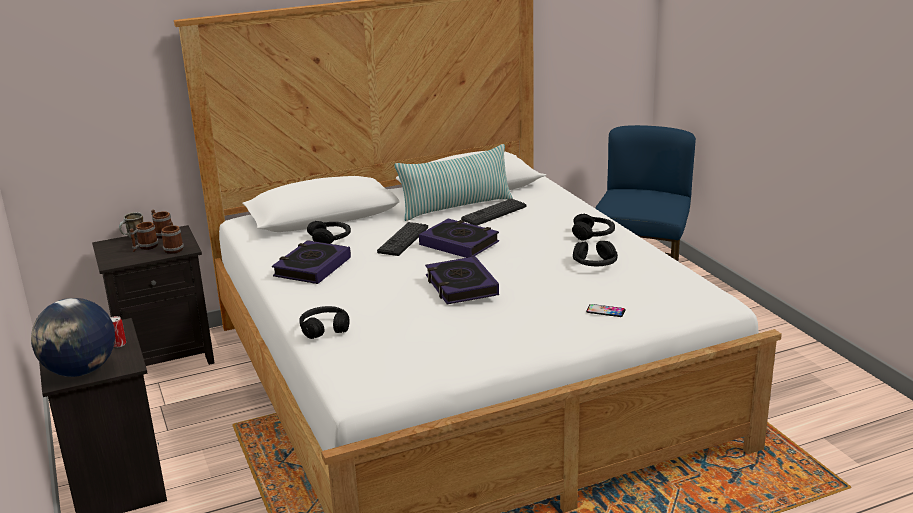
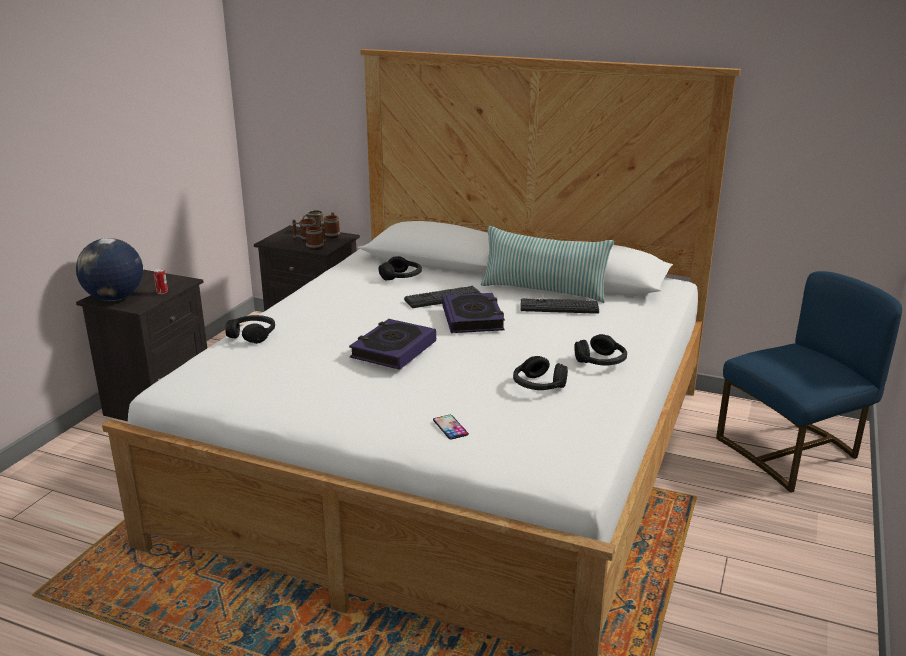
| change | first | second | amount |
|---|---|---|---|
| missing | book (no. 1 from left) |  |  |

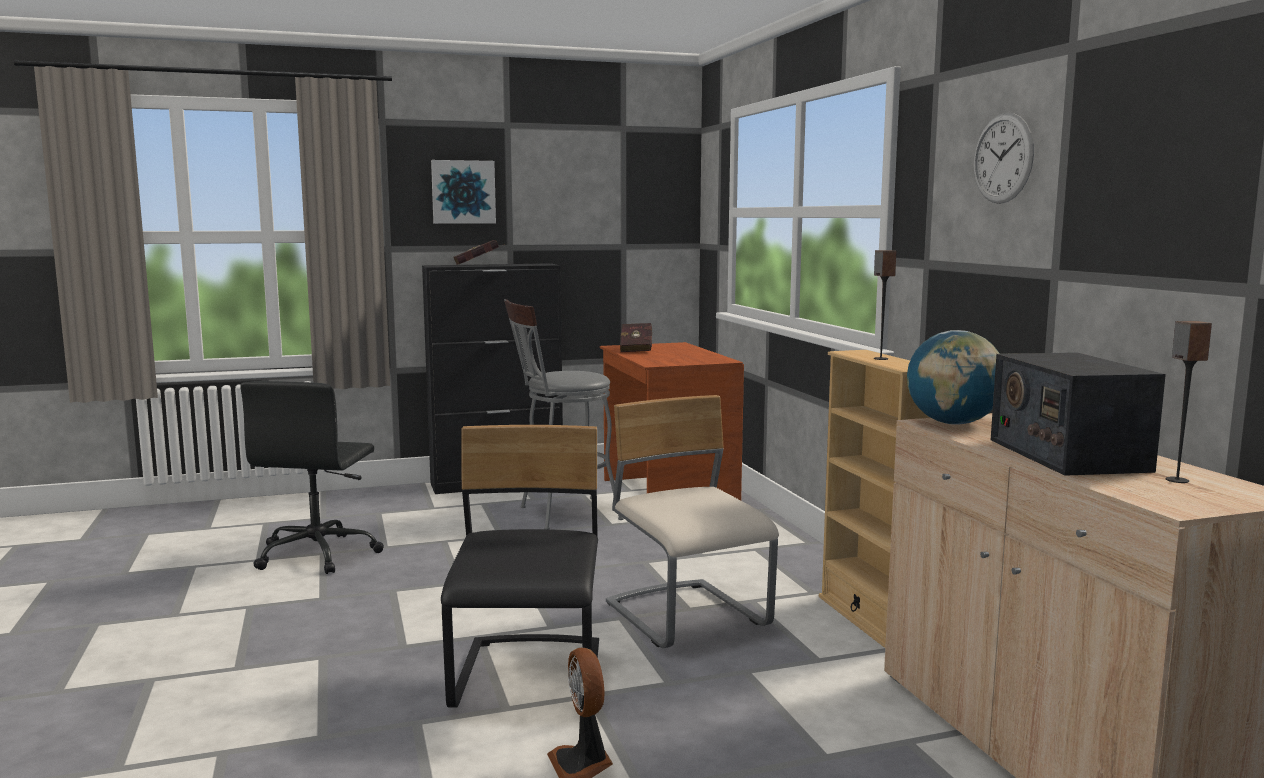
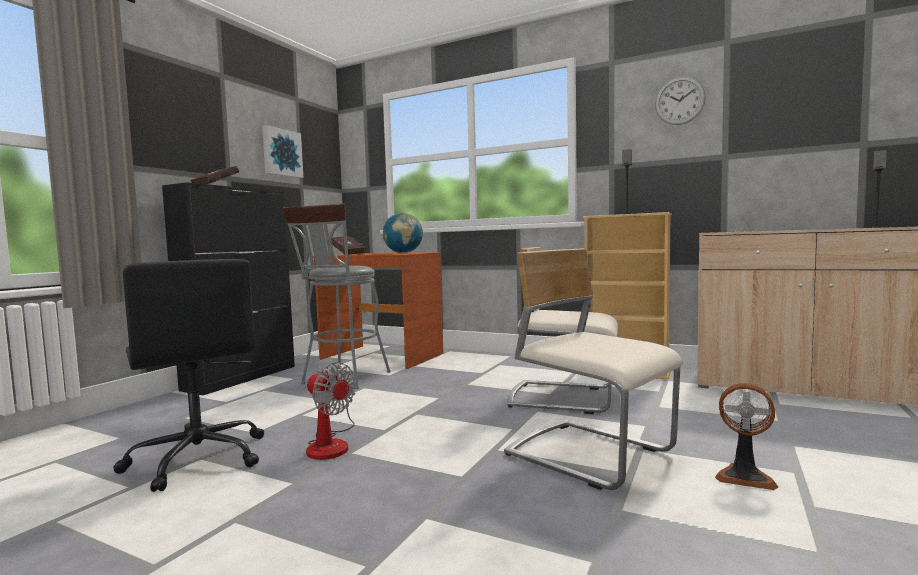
| change | first | second | amount |
|---|---|---|---|
| relocated | picture |  |  |
| relocated | globe |  |  |
| missing | radio |  |  |
| colour | black chair | beige chair (no. 2 from left) |  |
| appeared |  | fan (no. 1 from left) |  |

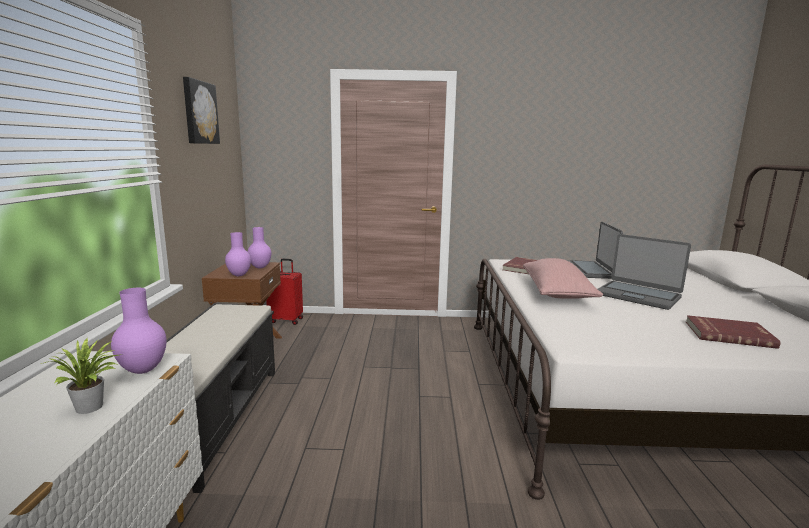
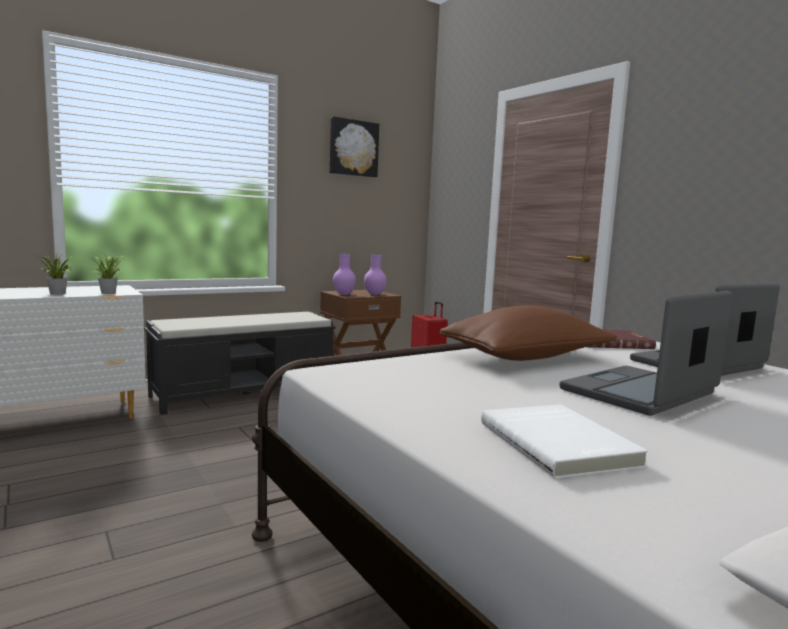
| change | first | second | amount |
|---|---|---|---|
| spun | laptop (no. 2 from left in the first image) | laptop (no. 1 from left) | 45 degrees clockwise |
| colour | pink pillow | brown pillow |  |
| exchanged | purple vase (no. 1 from left) | potted plant (no. 2 from left) |  |
| colour | red book (no. 2 from left) | white book |  |

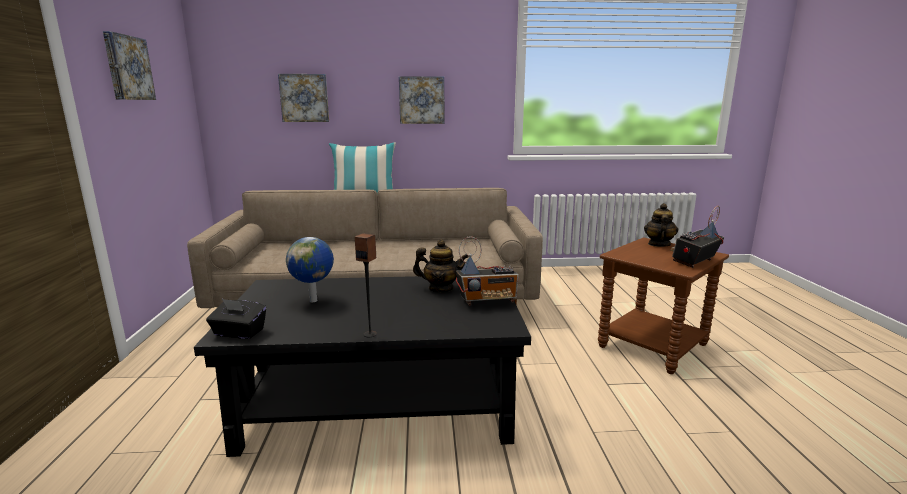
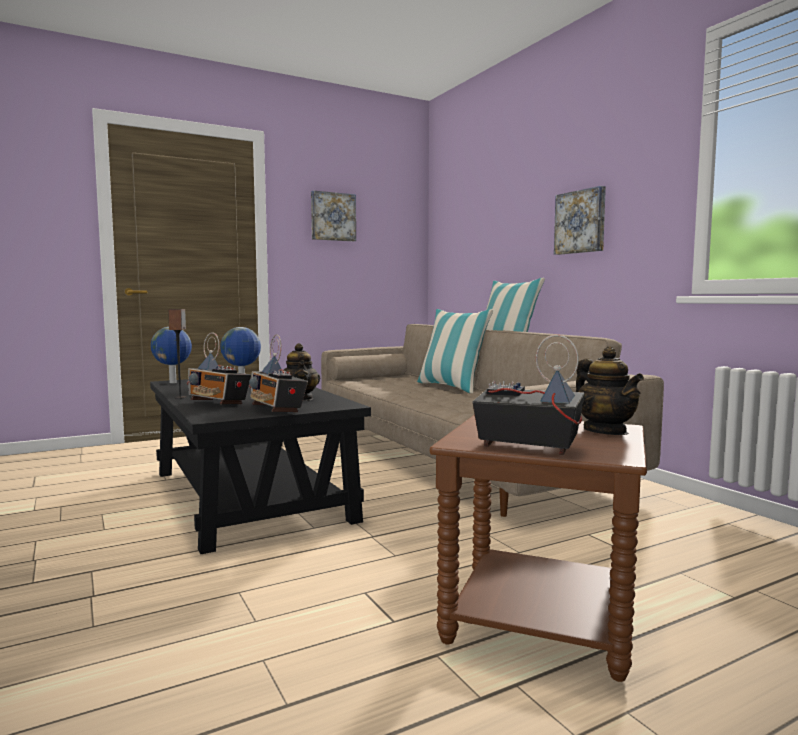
| change | first | second | amount |
|---|---|---|---|
| missing | picture (no. 2 from left) |  |  |
| spun | teapot (no. 2 from left) |  | 75 degrees clockwise |
| exchanged | black tissue box | globe (no. 1 from left) |  |
| appeared |  | pillow (no. 1 from left) |  |
| appeared |  | radio (no. 1 from left) |  |

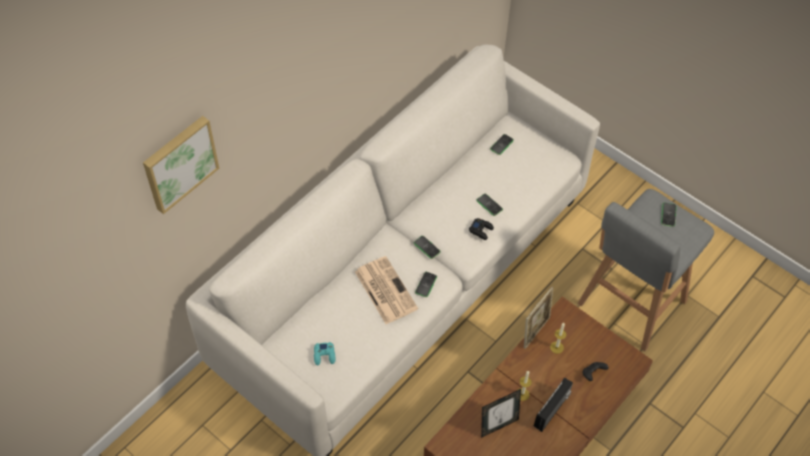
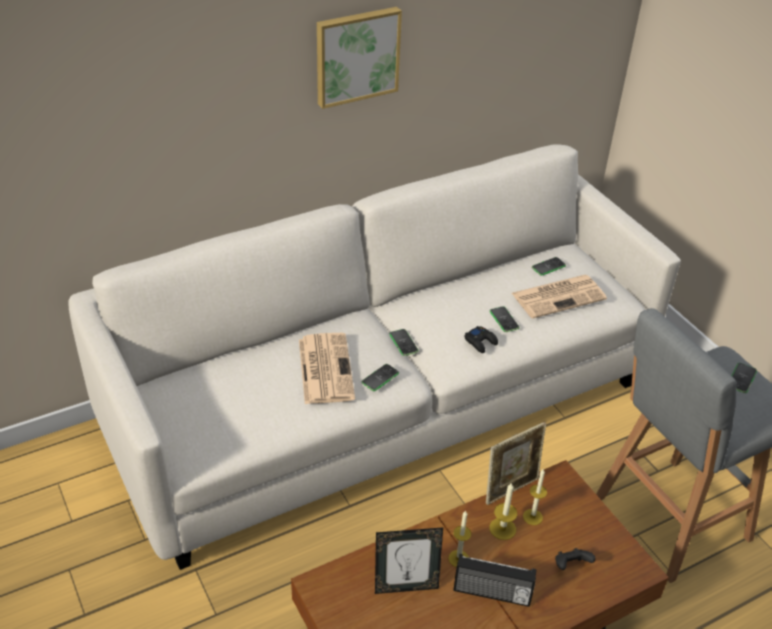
| change | first | second | amount |
|---|---|---|---|
| relocated | picture |  |  |
| missing | turquoise game controller |  |  |
| spun | radio |  | 45 degrees clockwise |
| appeared |  | newspaper (no. 2 from left) |  |
| appeared |  | candle (no. 2 from left) |  |

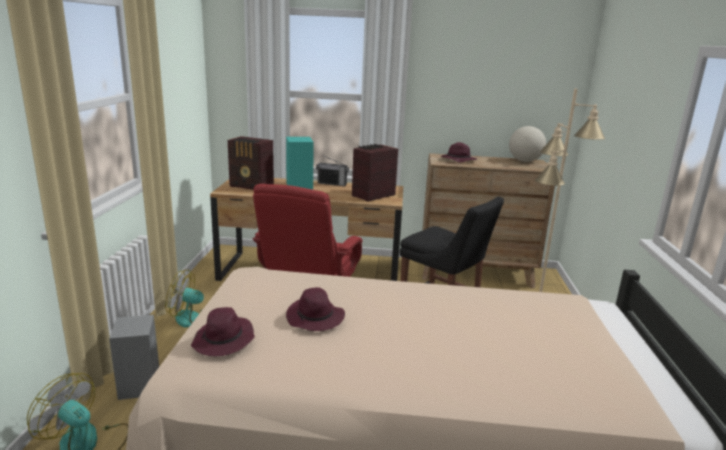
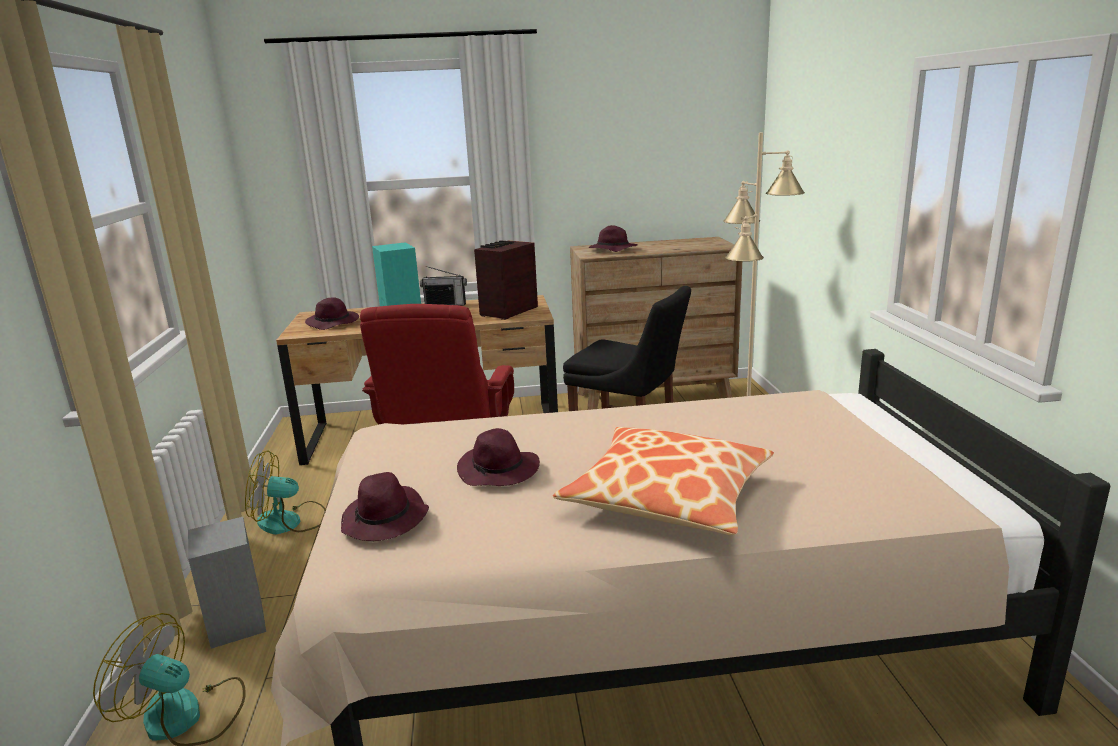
| change | first | second | amount |
|---|---|---|---|
| missing | globe |  |  |
| exchanged | radio (no. 1 from left) | purple hat (no. 1 from left) |  |
| appeared |  | pillow |  |

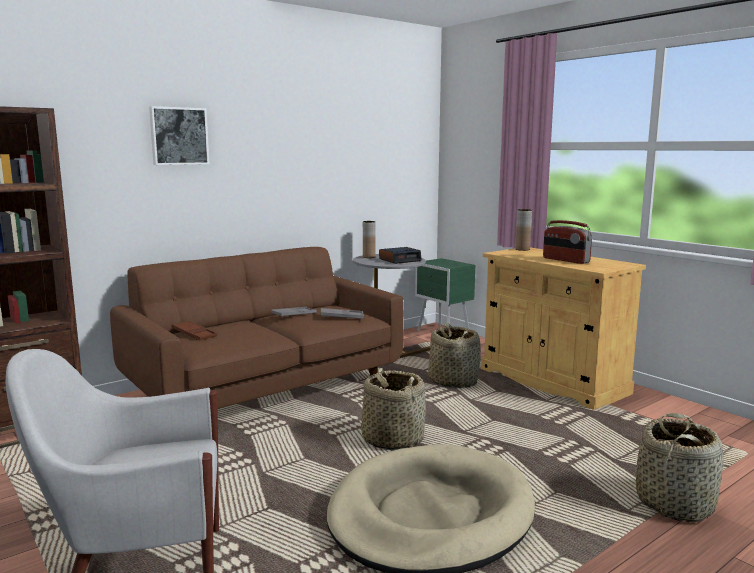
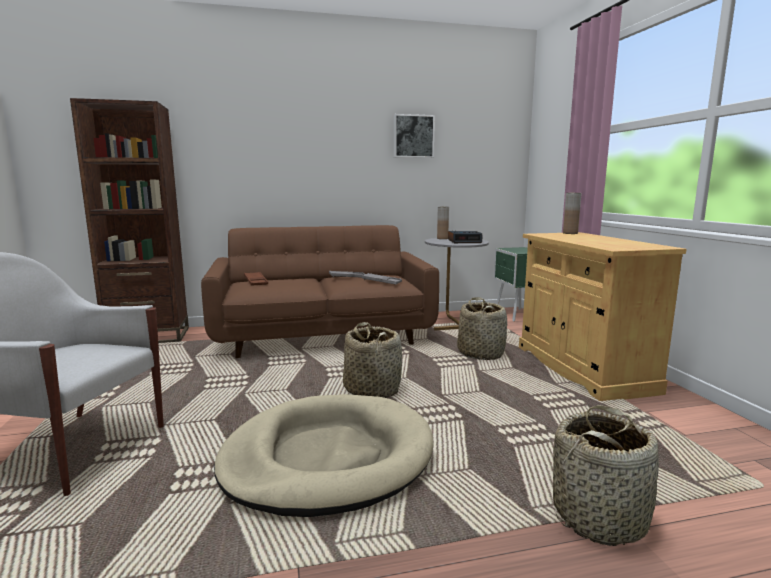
| change | first | second | amount |
|---|---|---|---|
| relocated | picture |  |  |
| missing | radio |  |  |

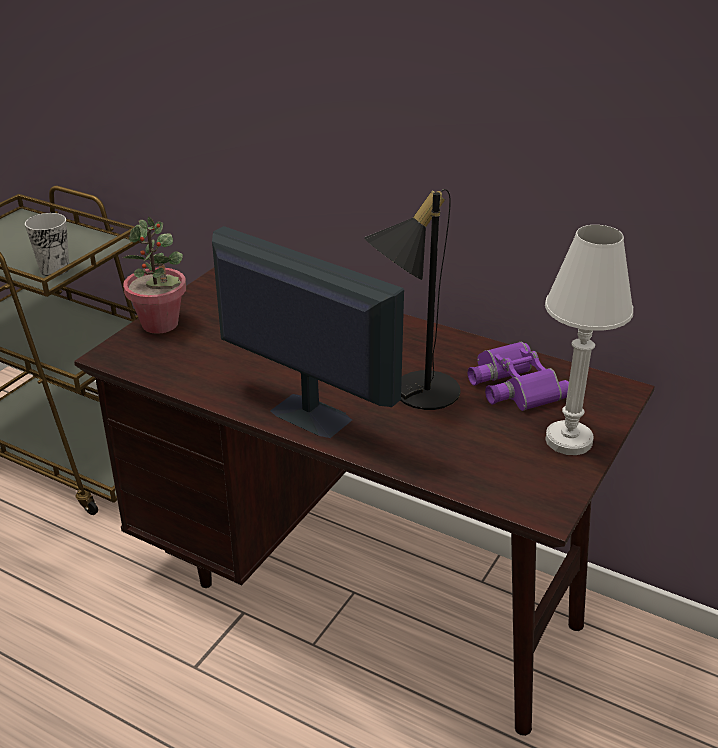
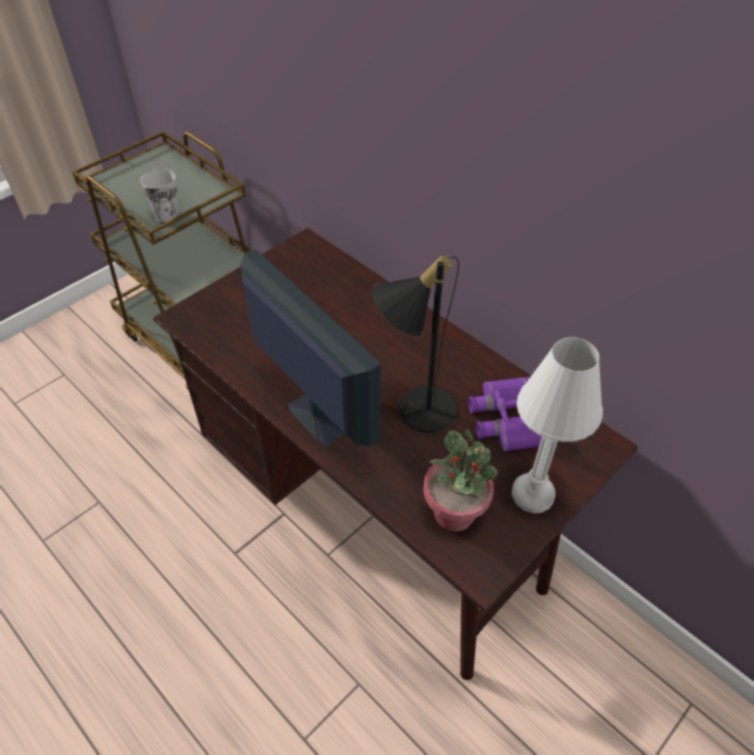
| change | first | second | amount |
|---|---|---|---|
| relocated | potted plant |  |  |

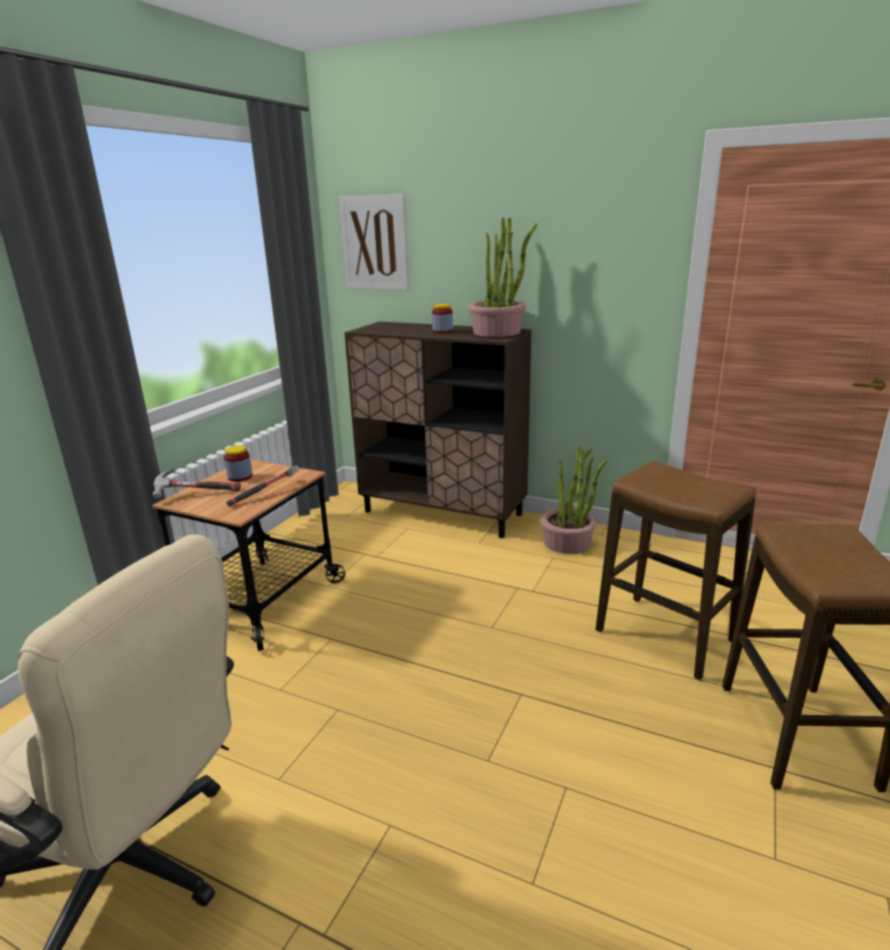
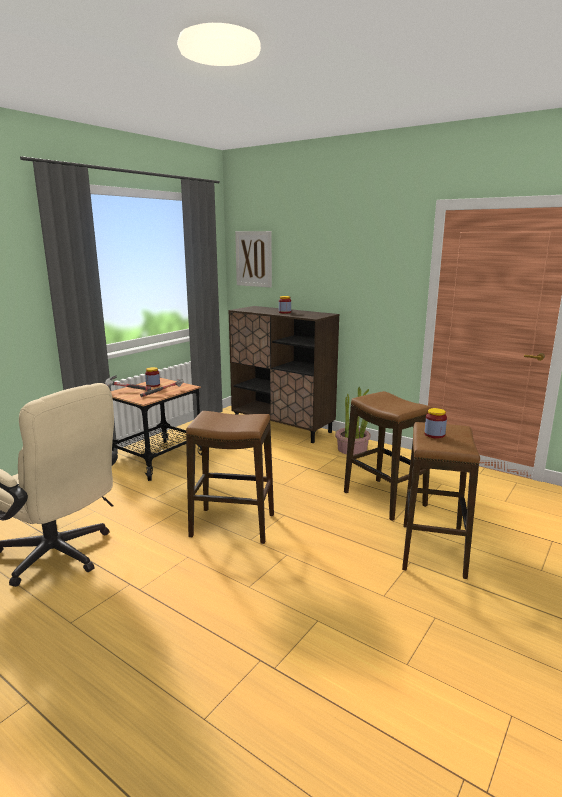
| change | first | second | amount |
|---|---|---|---|
| missing | potted plant (no. 1 from left) |  |  |
| appeared |  | jar (no. 3 from left) |  |
| appeared |  | stool (no. 1 from left) |  |

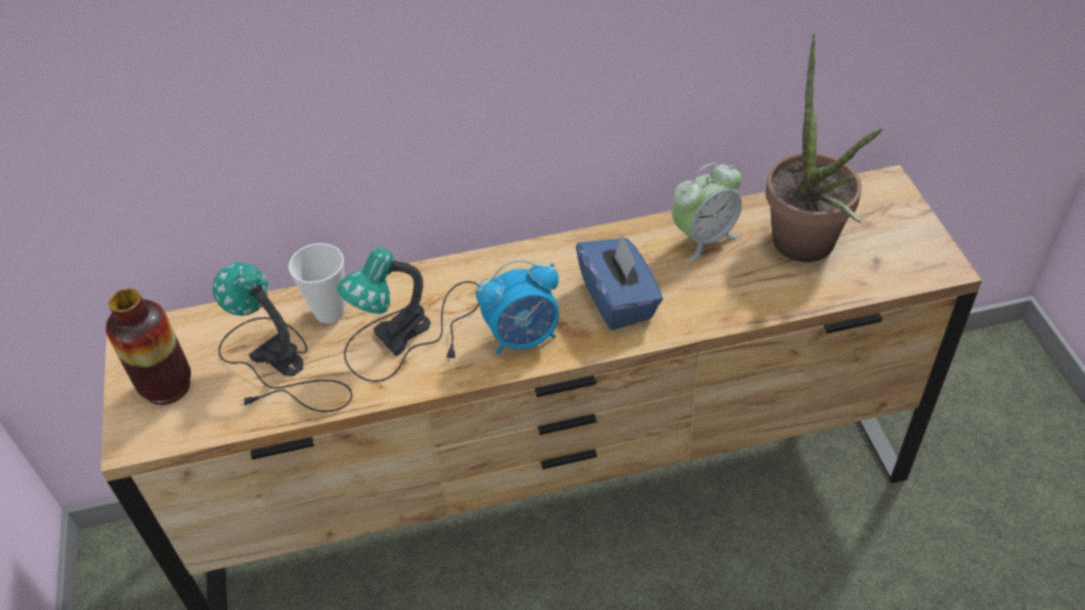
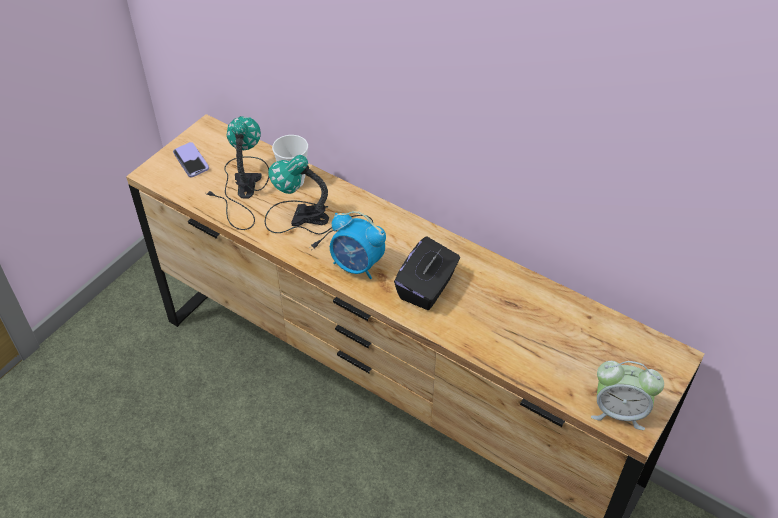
| change | first | second | amount |
|---|---|---|---|
| missing | potted plant |  |  |
| relocated | alarm clock (no. 2 from left) |  |  |
| colour | blue tissue box | black tissue box |  |
| exchanged | vase | phone |  |

